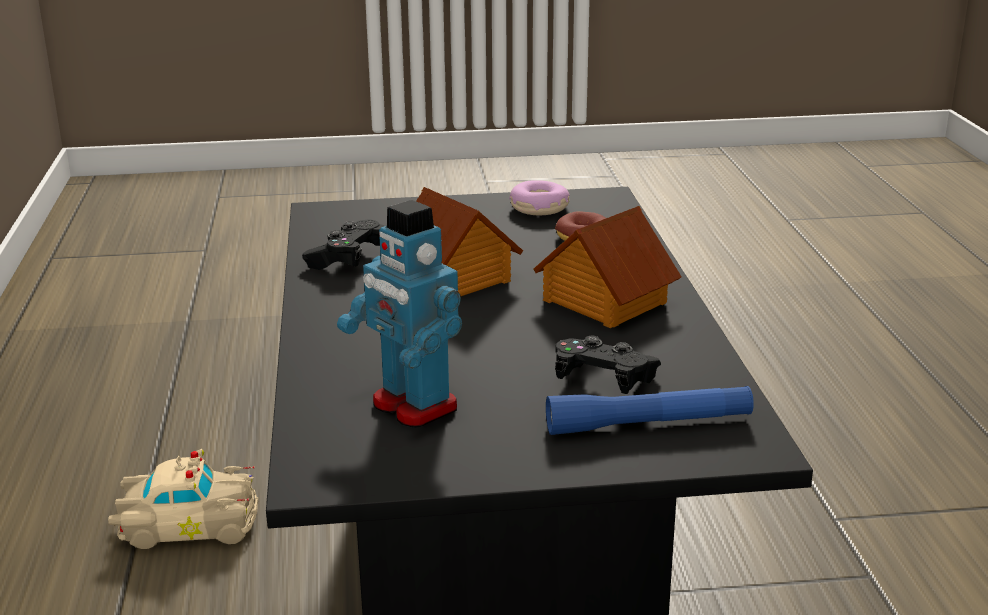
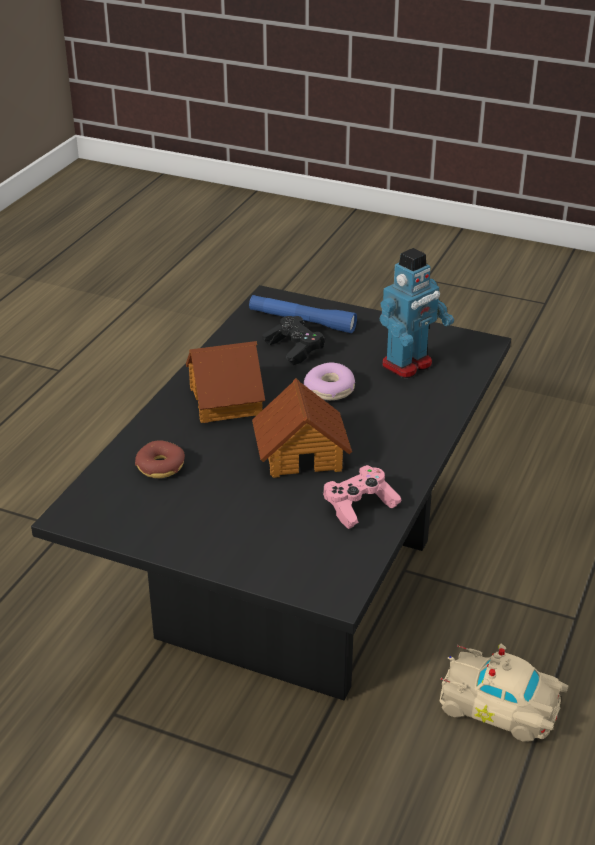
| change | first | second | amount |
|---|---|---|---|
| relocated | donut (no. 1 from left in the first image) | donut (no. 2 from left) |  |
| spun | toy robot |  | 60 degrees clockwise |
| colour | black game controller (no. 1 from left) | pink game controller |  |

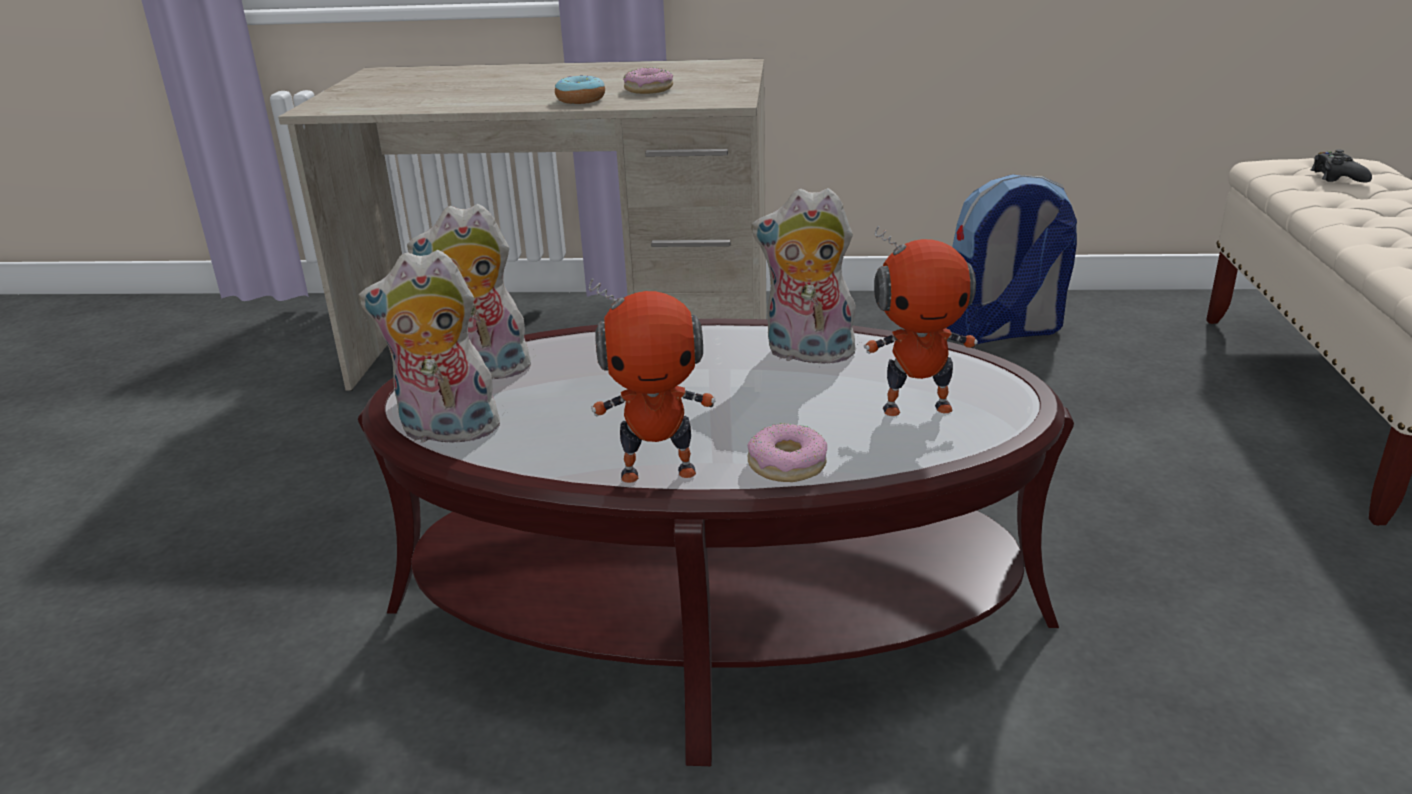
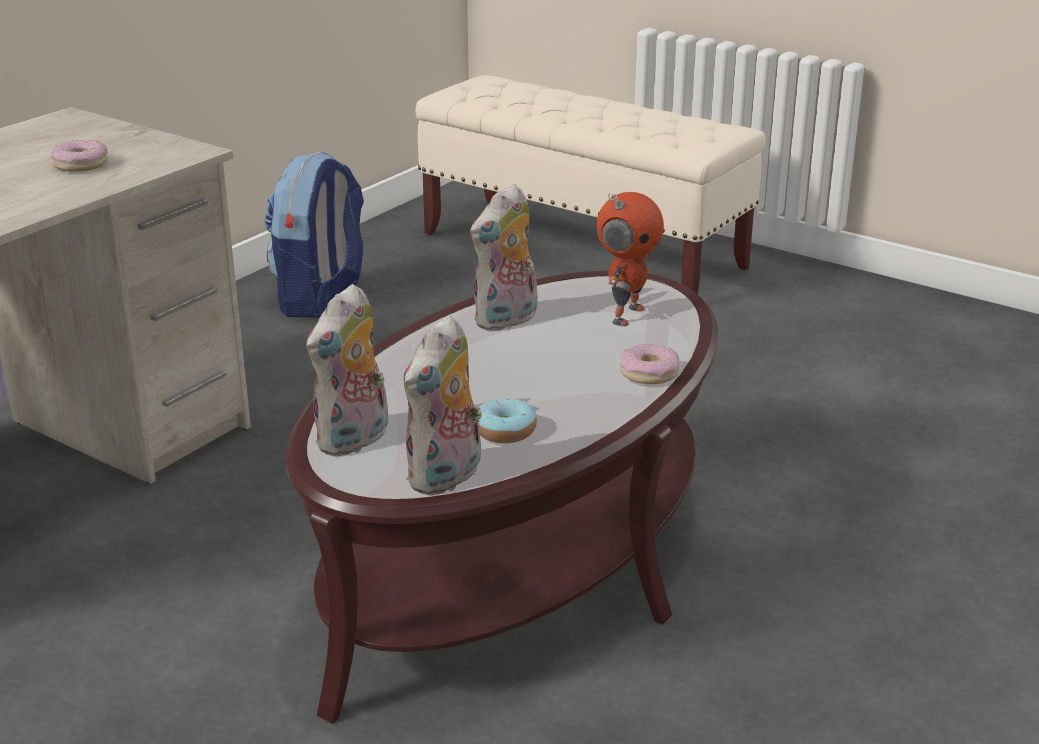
| change | first | second | amount |
|---|---|---|---|
| relocated | donut (no. 1 from left in the first image) | donut (no. 2 from left) |  |
| missing | black game controller |  |  |
| missing | toy robot (no. 1 from left) |  |  |

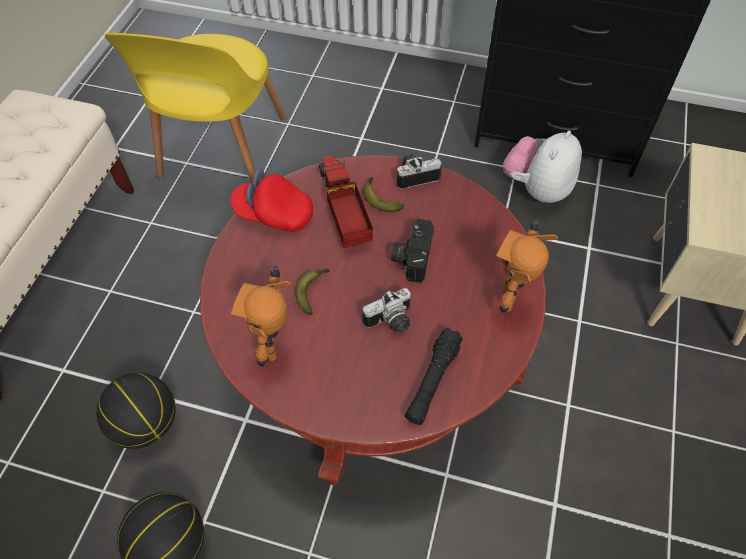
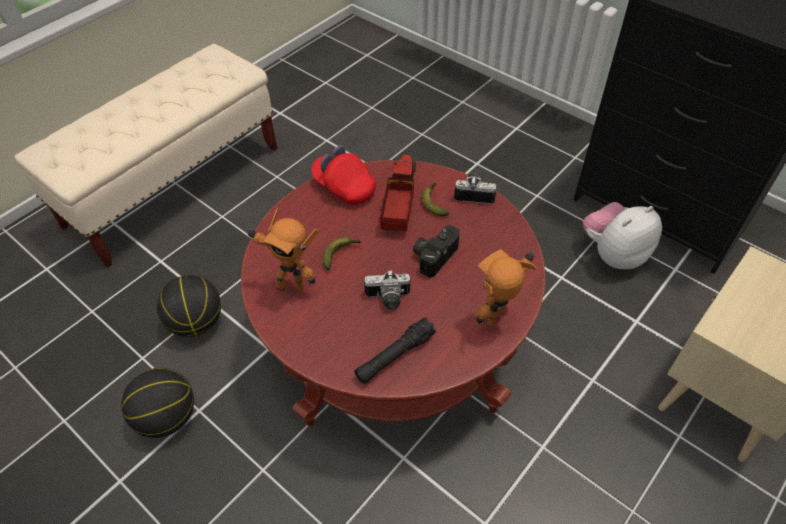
| change | first | second | amount |
|---|---|---|---|
| missing | yellow chair |  |  |
| spun | toy robot (no. 1 from left) |  | 105 degrees counterclockwise |

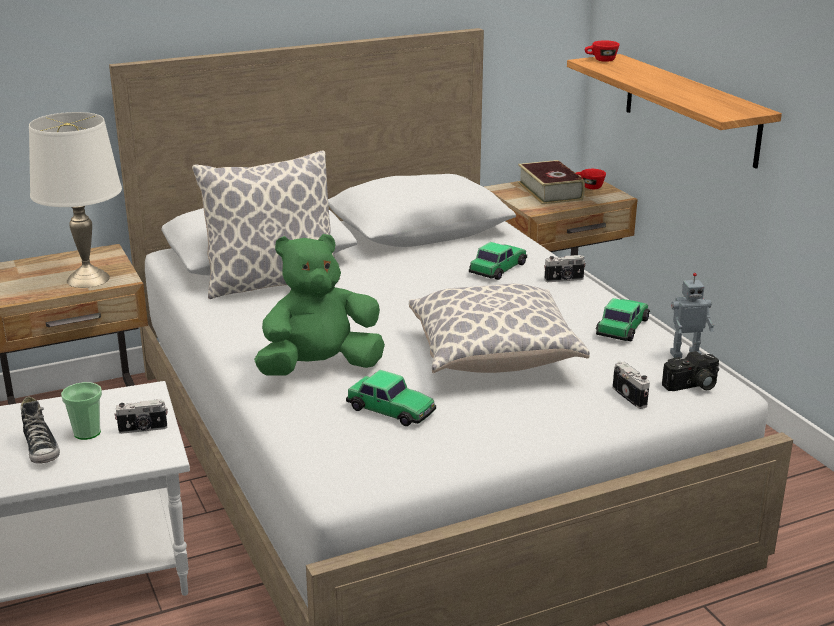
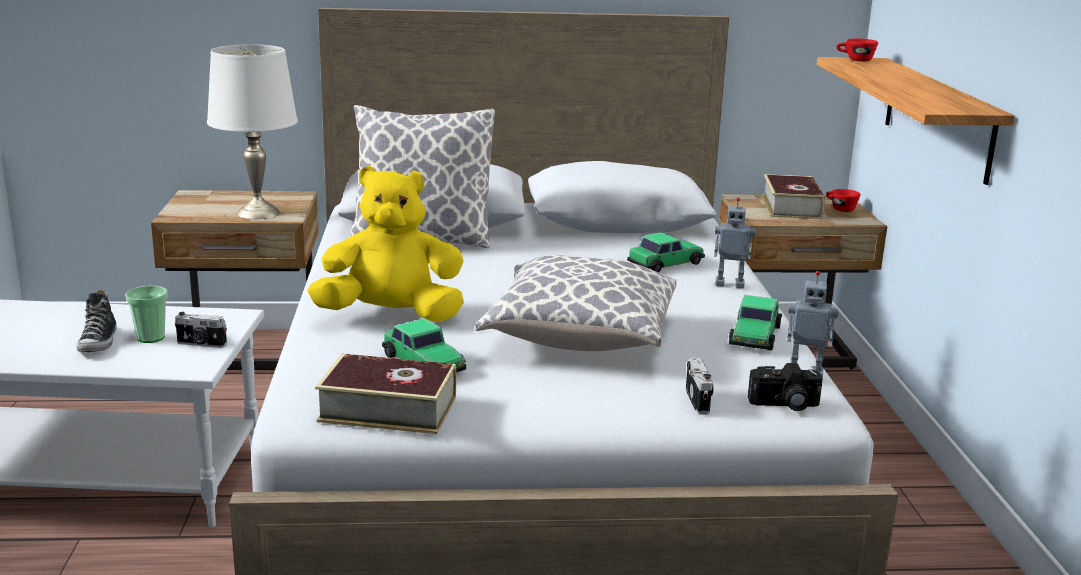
| change | first | second | amount |
|---|---|---|---|
| colour | green plush toy | yellow plush toy |  |
| exchanged | photo camera (no. 2 from left) | toy robot (no. 1 from left) |  |
| spun | toy car (no. 3 from left) |  | 150 degrees clockwise |
| appeared |  | book (no. 1 from left) |  |

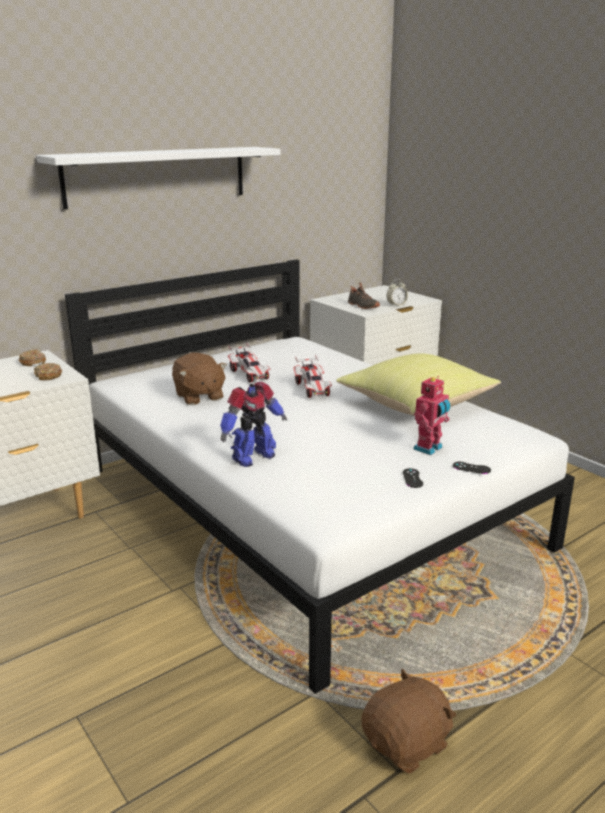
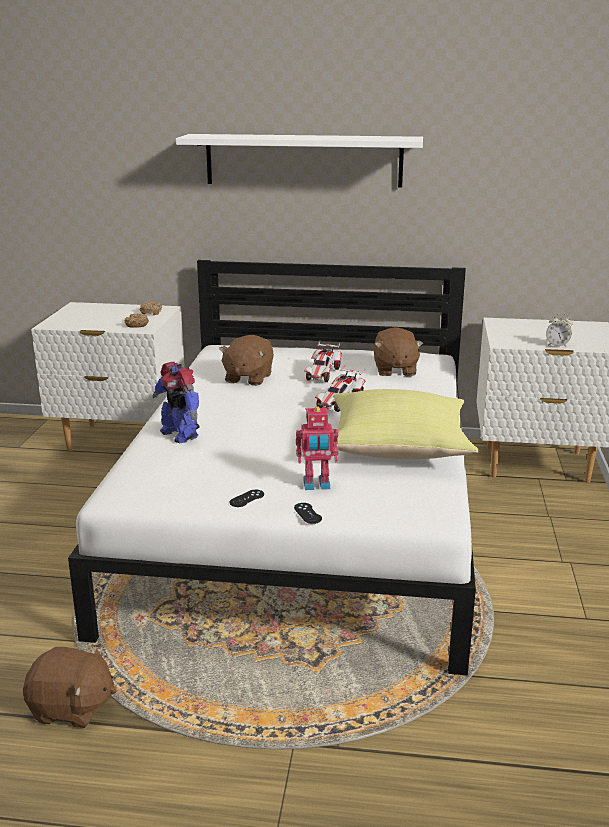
| change | first | second | amount |
|---|---|---|---|
| missing | black shoe |  |  |
| spun | toy robot (no. 1 from left) |  | 45 degrees clockwise |
| appeared |  | brown plush toy (no. 3 from left) |  |

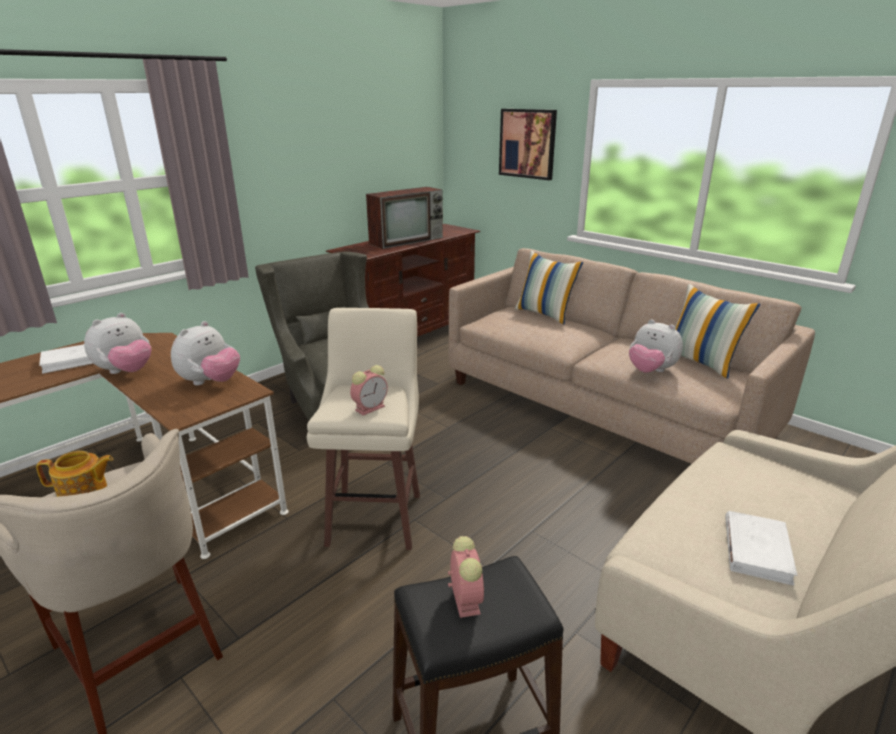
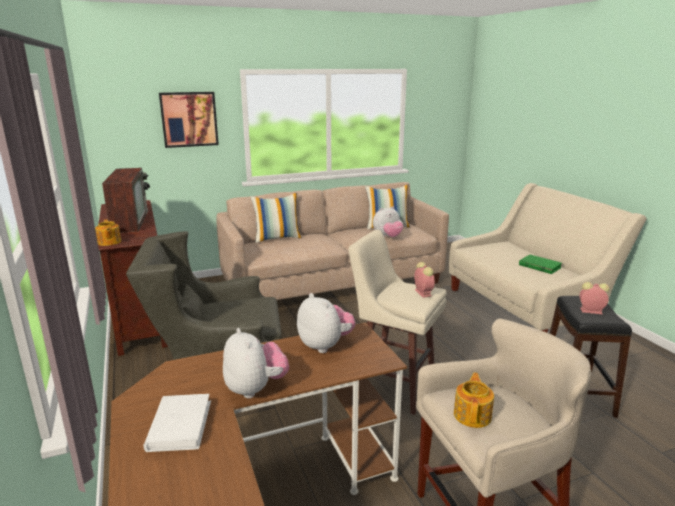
| change | first | second | amount |
|---|---|---|---|
| colour | white book (no. 2 from left) | green book |  |
| appeared |  | teapot (no. 1 from left) |  |

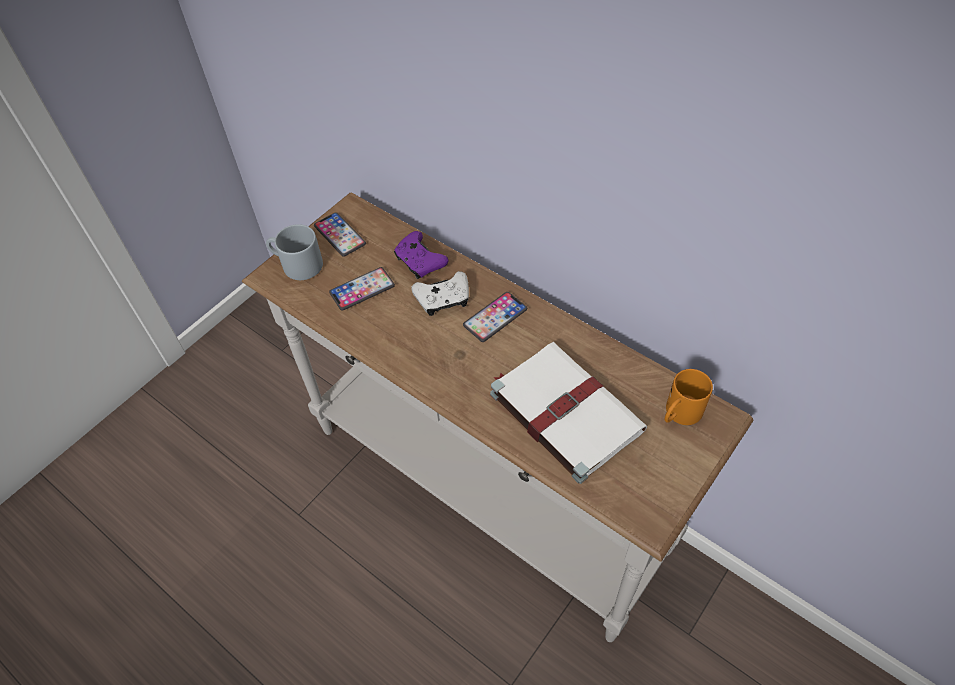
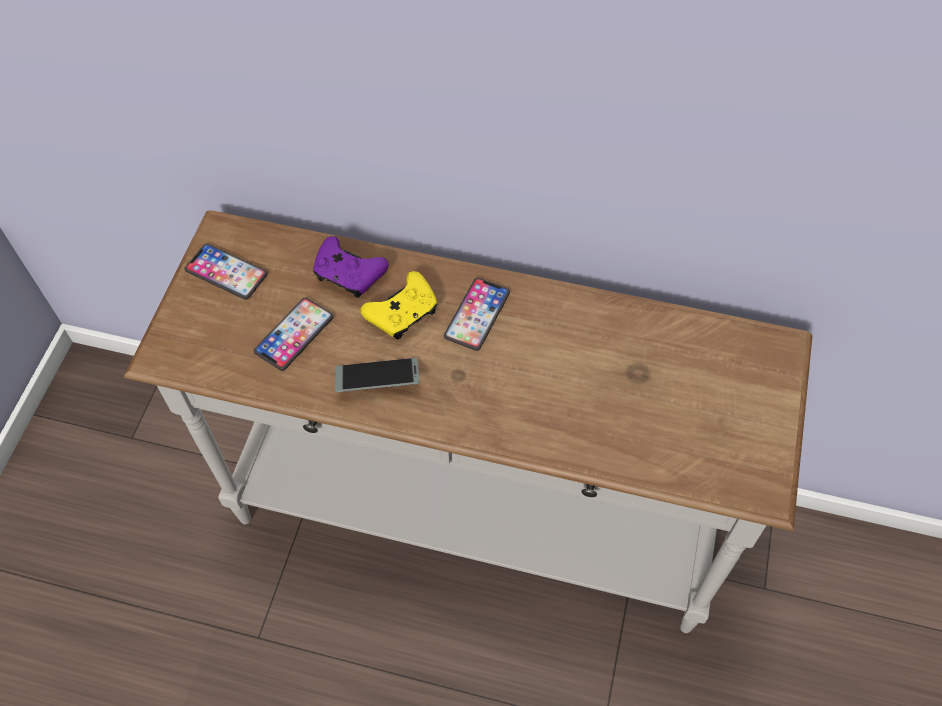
| change | first | second | amount |
|---|---|---|---|
| missing | grey mug |  |  |
| colour | white game controller | yellow game controller |  |
| missing | white book |  |  |
| missing | orange mug |  |  |
| appeared |  | phone (no. 3 from left) |  |

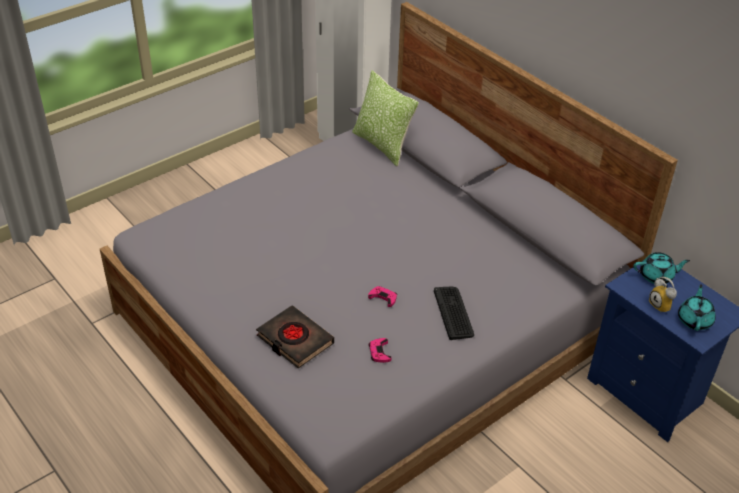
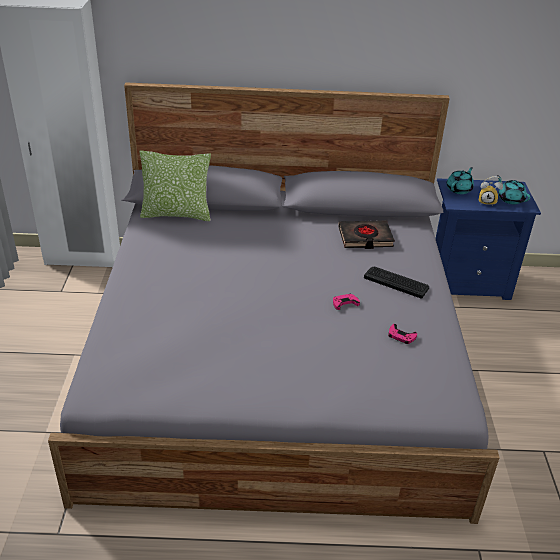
| change | first | second | amount |
|---|---|---|---|
| relocated | black book |  |  |

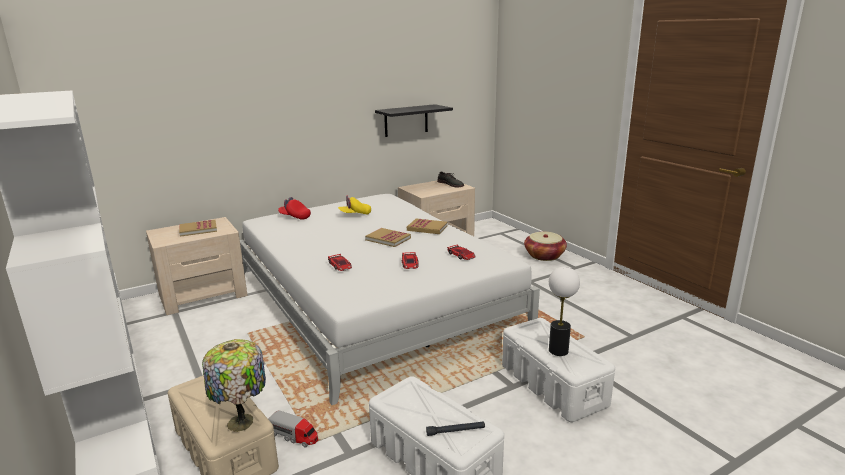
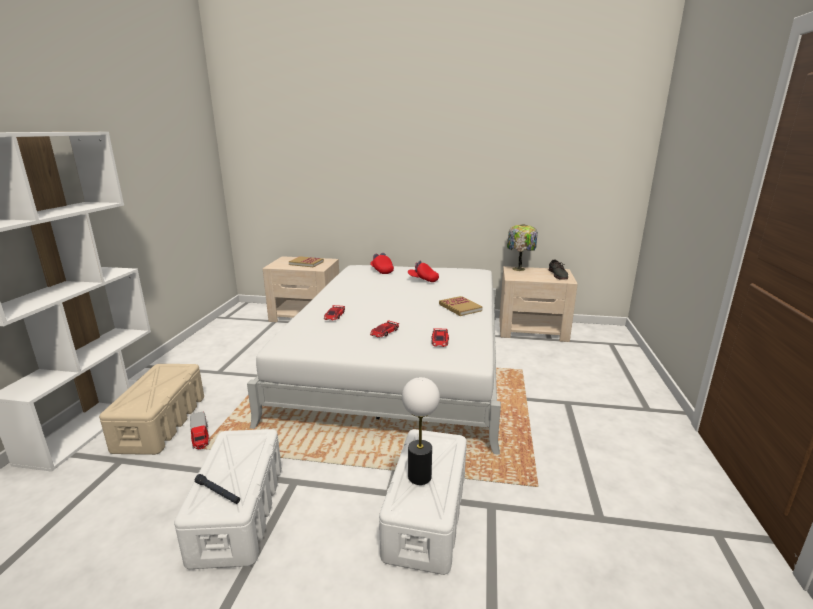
| change | first | second | amount |
|---|---|---|---|
| missing | black shelf |  |  |
| colour | yellow cap | red cap (no. 2 from left) |  |
| missing | book (no. 2 from left) |  |  |
| missing | basket |  |  |
| relocated | table lamp (no. 1 from left in the first image) | table lamp (no. 2 from left) |  |

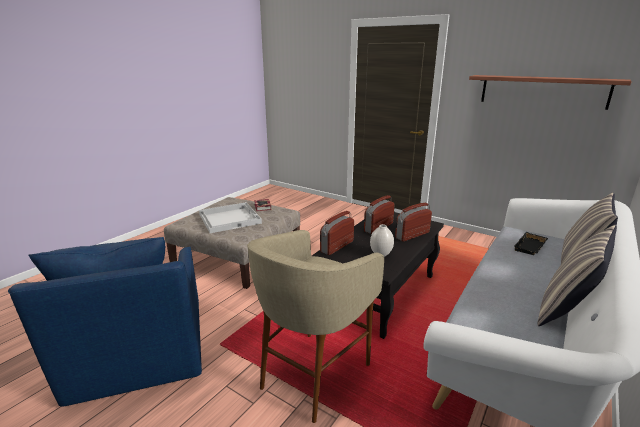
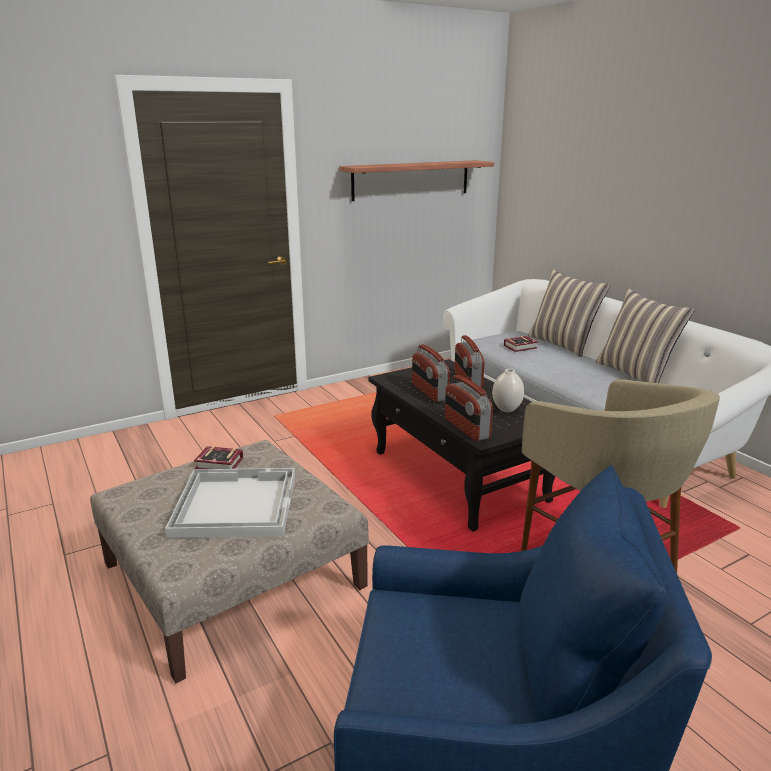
| change | first | second | amount |
|---|---|---|---|
| exchanged | black tray | book (no. 2 from left) |  |

